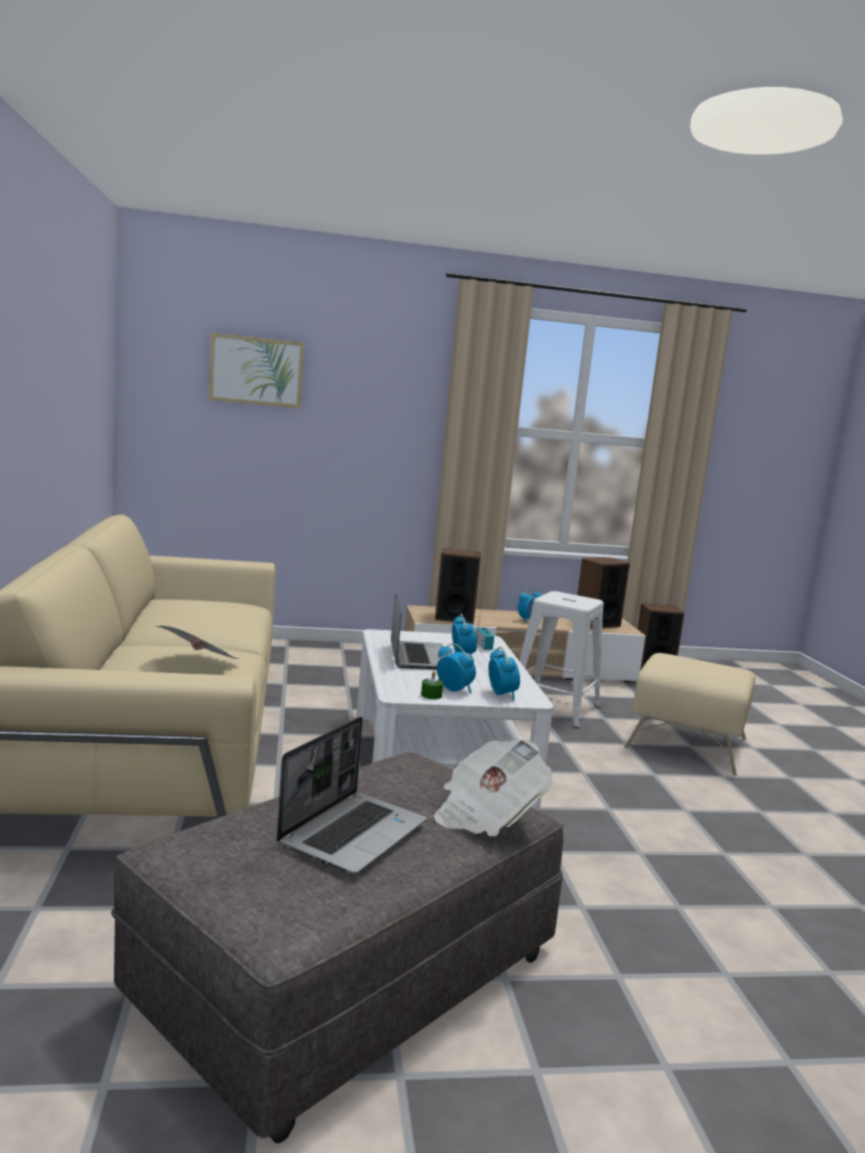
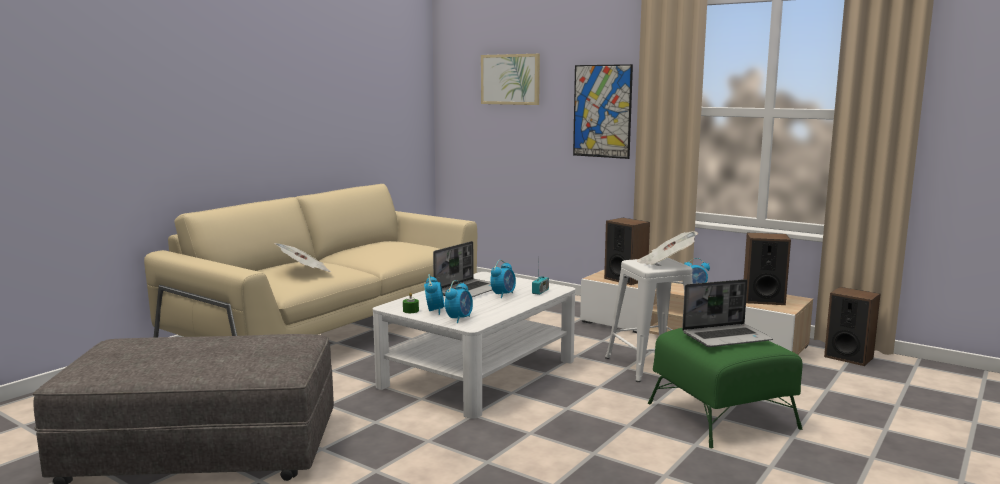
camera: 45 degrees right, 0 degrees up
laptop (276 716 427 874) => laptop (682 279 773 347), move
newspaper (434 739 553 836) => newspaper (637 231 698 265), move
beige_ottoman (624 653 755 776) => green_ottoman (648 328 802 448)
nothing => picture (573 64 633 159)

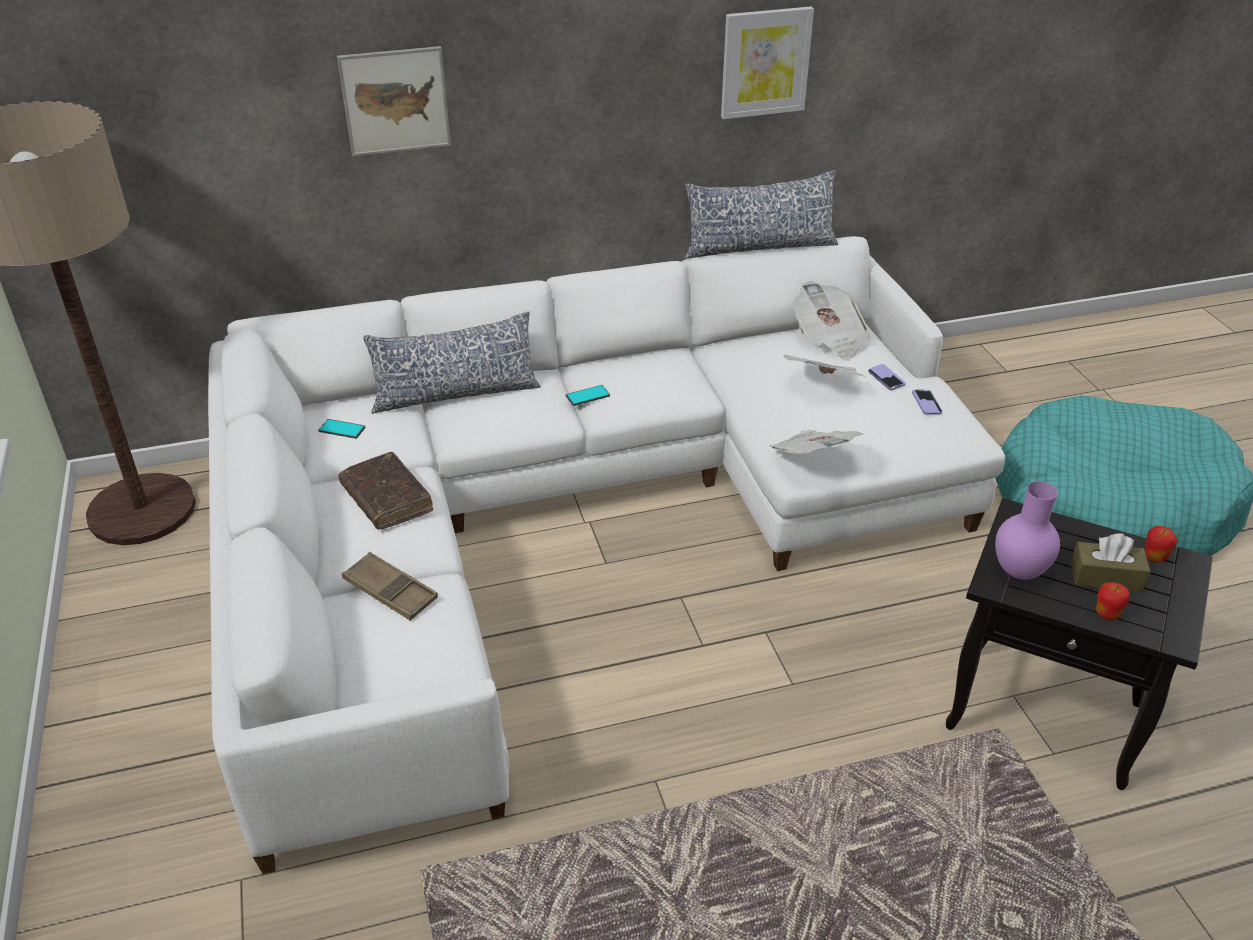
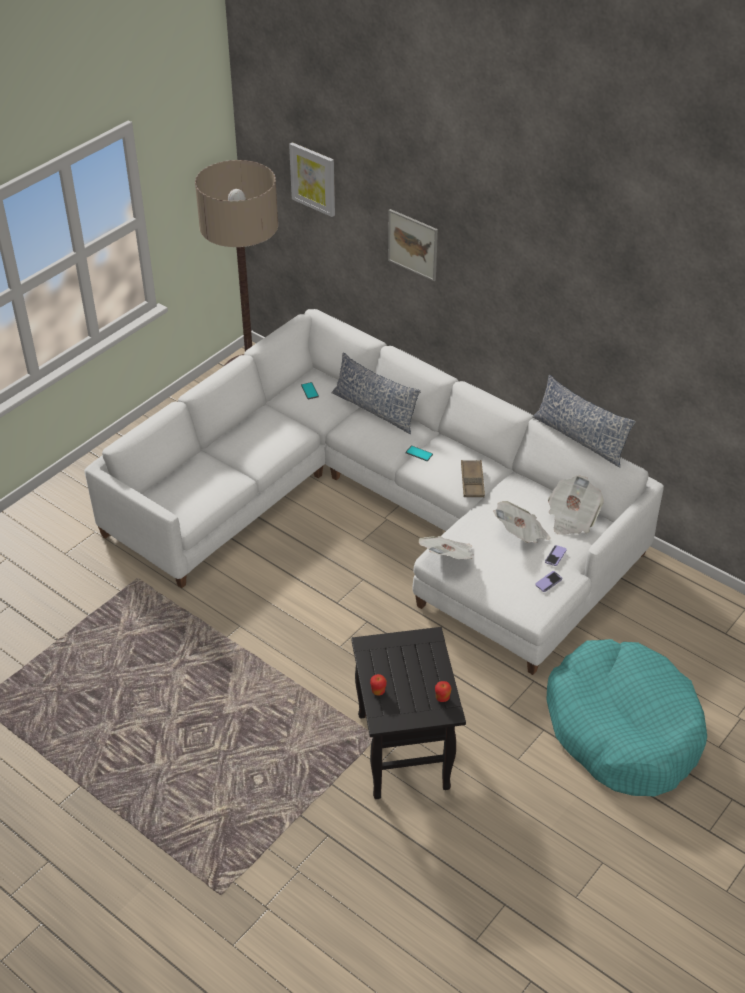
camera: 55 degrees right, 5 degrees up
brown_book (338 452 433 530) => nothing
brown_tray (342 552 438 621) => brown_tray (461 460 485 497), move
picture (721 6 814 119) => picture (289 142 335 217), move
purple_vase (995 481 1060 580) => nothing
brown_tissue_box (1071 533 1151 592) => nothing

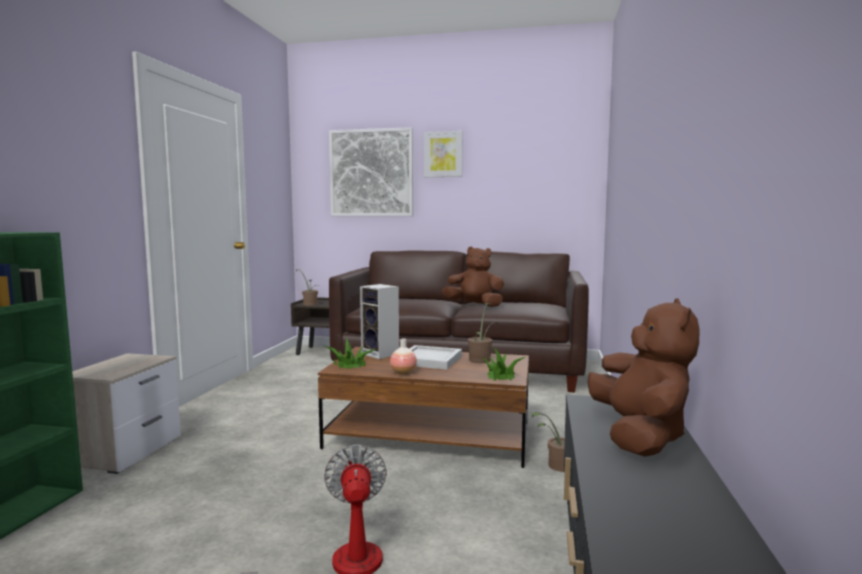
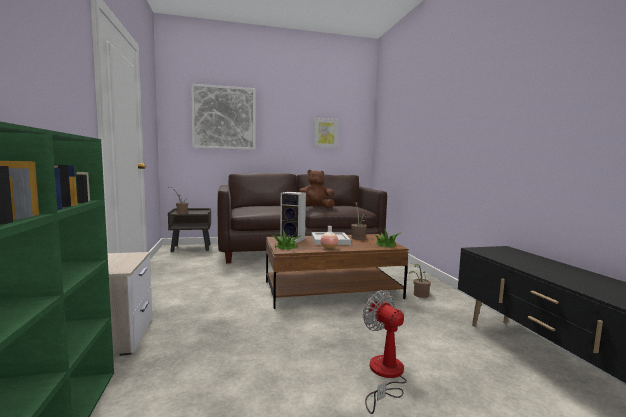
camera: 25 degrees left, 0 degrees up
picture (424 131 463 177) => picture (314 118 339 148), move
brown_plush_toy (587 298 700 457) => nothing

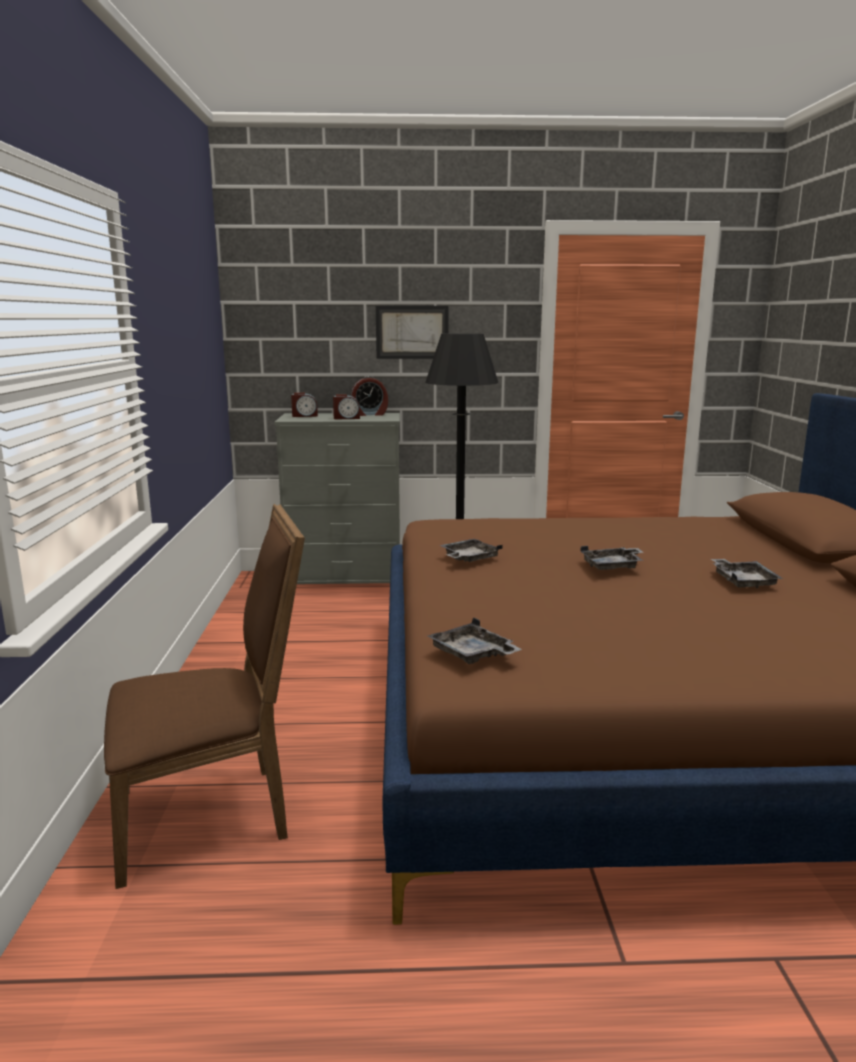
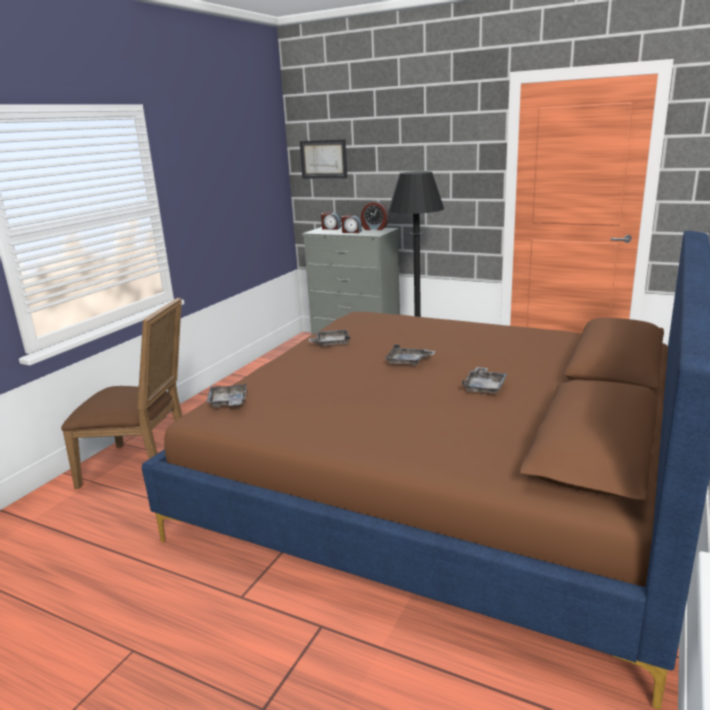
camera: 30 degrees right, 5 degrees up
picture (376 306 449 359) => picture (300 139 347 178), move

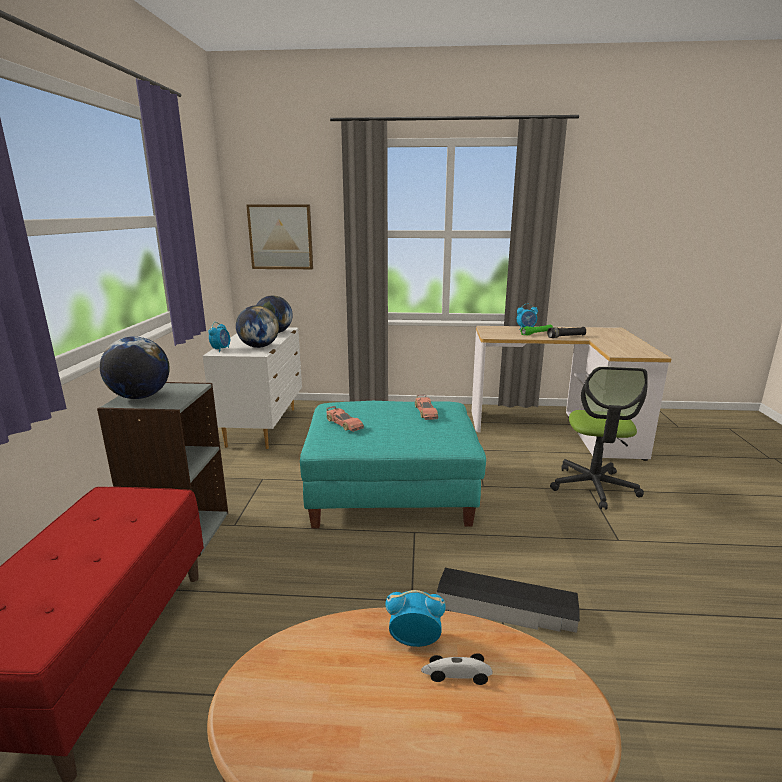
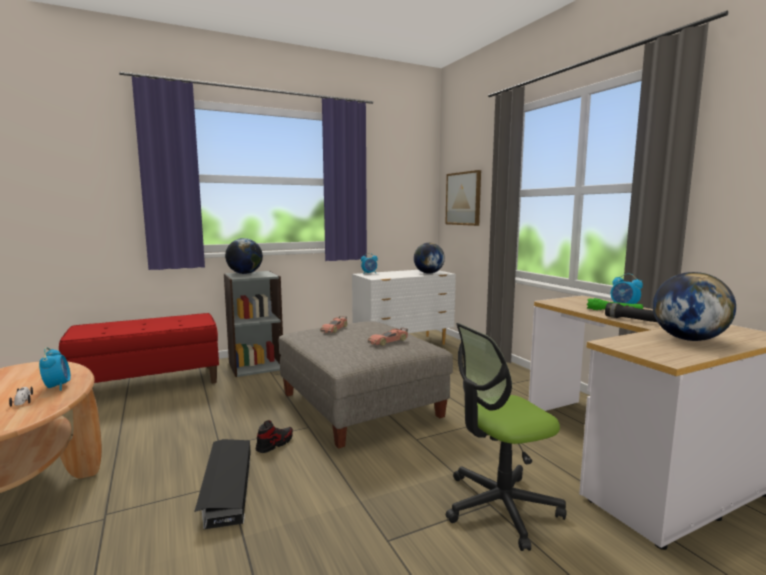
camera: 60 degrees right, 10 degrees down
globe (236 305 279 348) => globe (653 272 736 341), move
turquoise_ottoman (300 401 486 529) => grey_ottoman (279 322 453 449)
nothing => shoe (256 420 293 453)

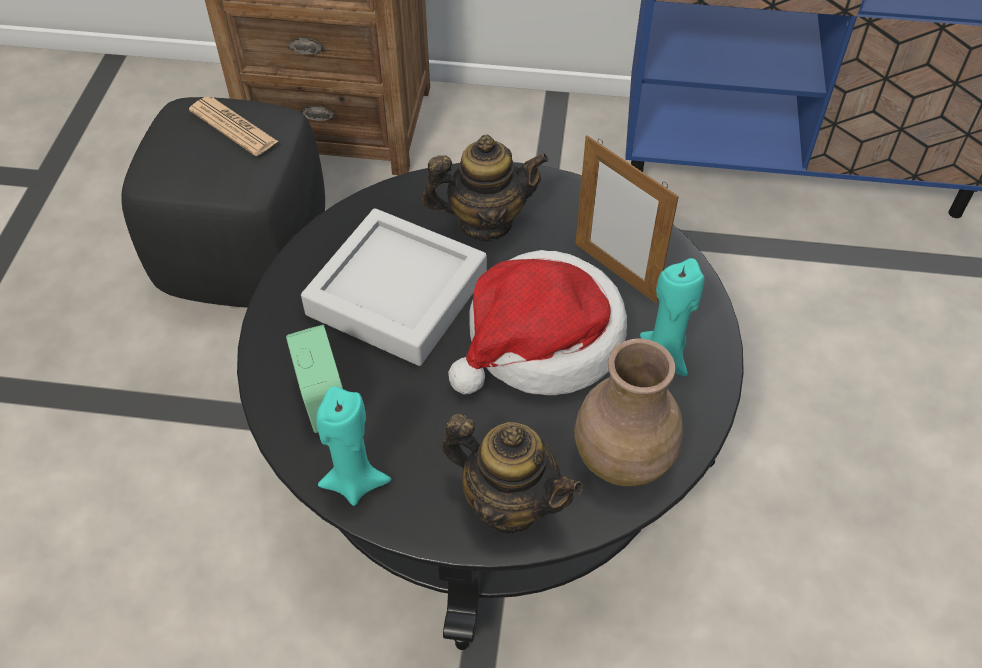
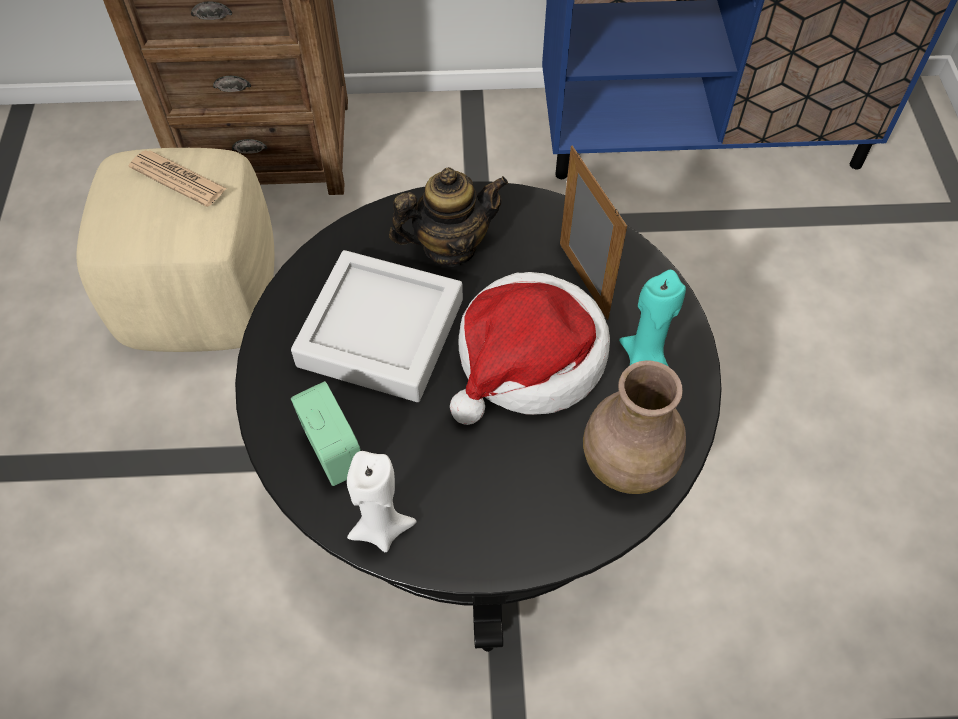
camera: 10 degrees left, 5 degrees up
black_ottoman (121 97 325 308) => beige_ottoman (76 148 274 352)
turquoise_candle (316 386 391 506) => white_candle (347 451 417 552)
teapot (442 414 583 533) => nothing
picture_frame (575 135 679 303) => picture_frame (560 145 627 320), 150 degrees counterclockwise

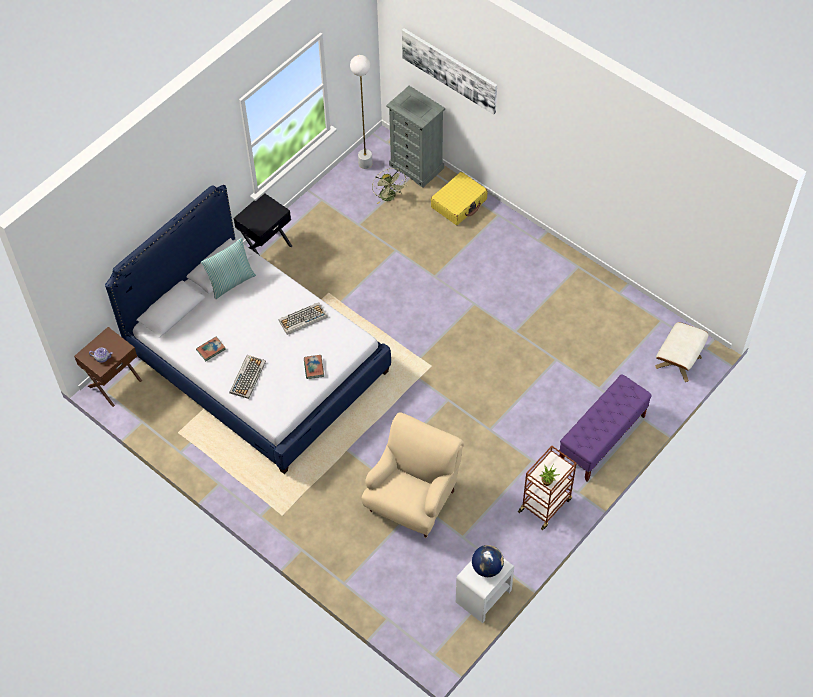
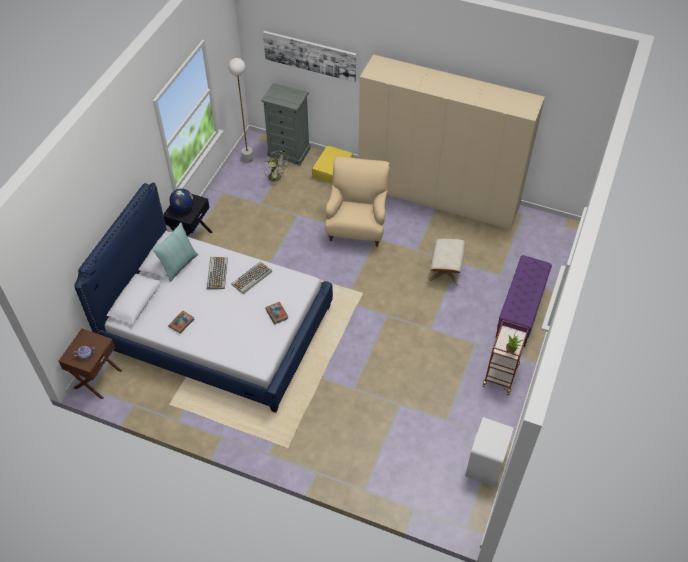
camera: 20 degrees left, 5 degrees down
keyboard (230 355 266 399) => keyboard (207 257 228 289), move
beige_armchair (362 412 464 538) => beige_armchair (325 156 390 248), move
globe (472 545 504 577) => globe (169 188 194 212), move
beige_ottoman (655 322 708 382) => beige_ottoman (429 238 465 285), move
nothing => beige_wardrobe (358 54 545 230)

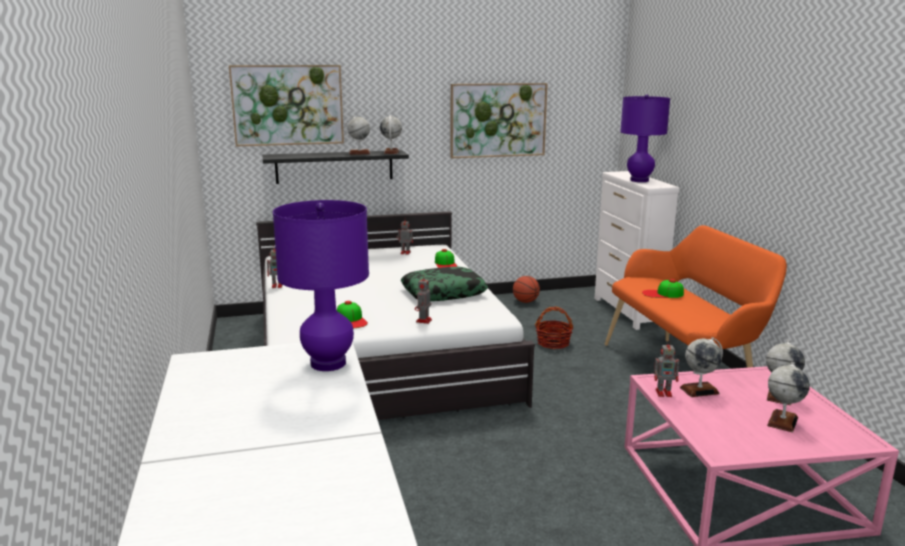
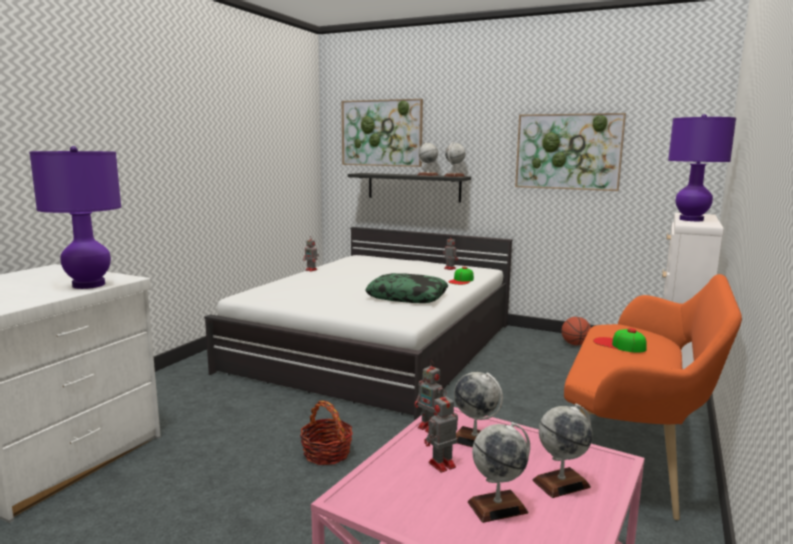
camera: 40 degrees right, 5 degrees down
cap (337 301 368 328) => nothing
toy_robot (415 275 432 324) => toy_robot (424 390 458 473), move
basket (535 307 574 349) => basket (300 401 353 465), move

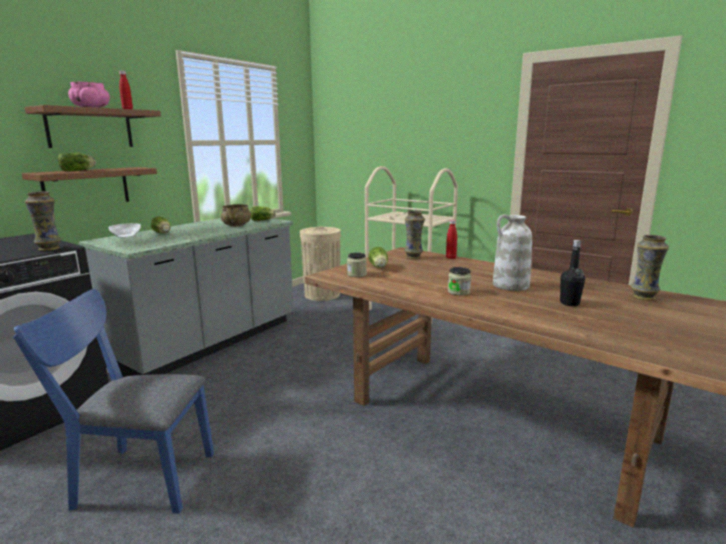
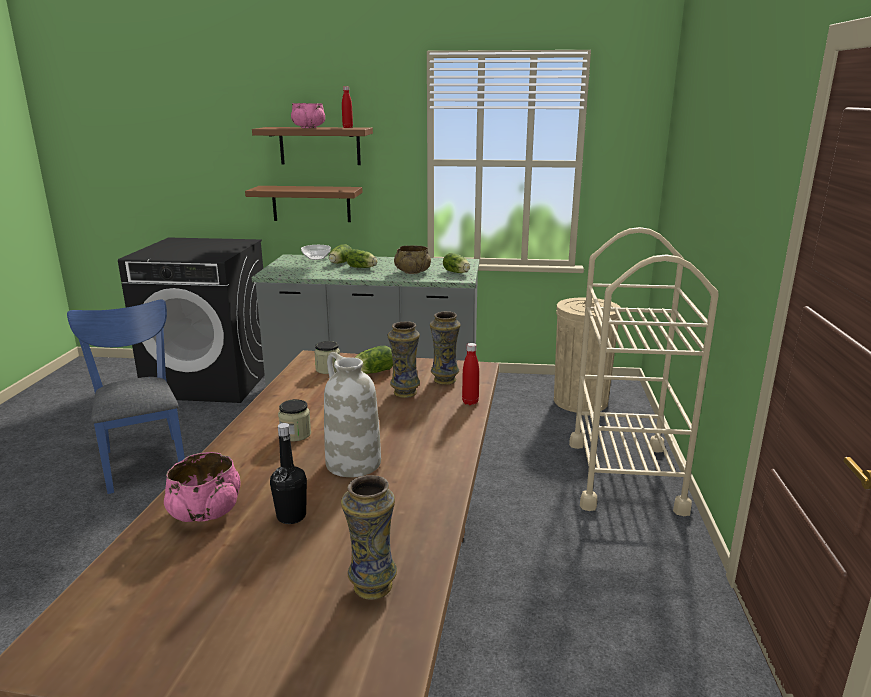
camera: 60 degrees right, 5 degrees up
vase (24 191 61 251) => vase (388 322 420 398), move
lettuce (58 153 96 171) => lettuce (347 249 378 268), move
nothing => pink_bowl (164 452 241 522)

